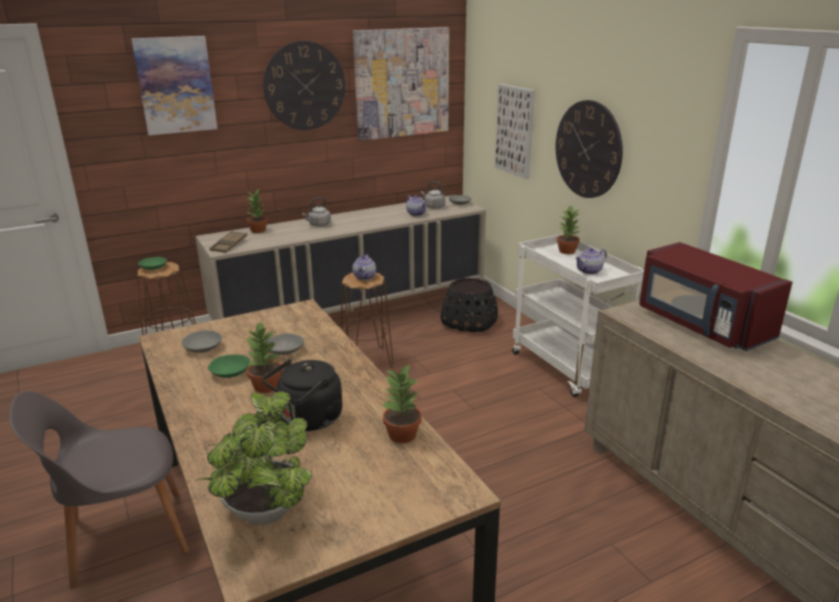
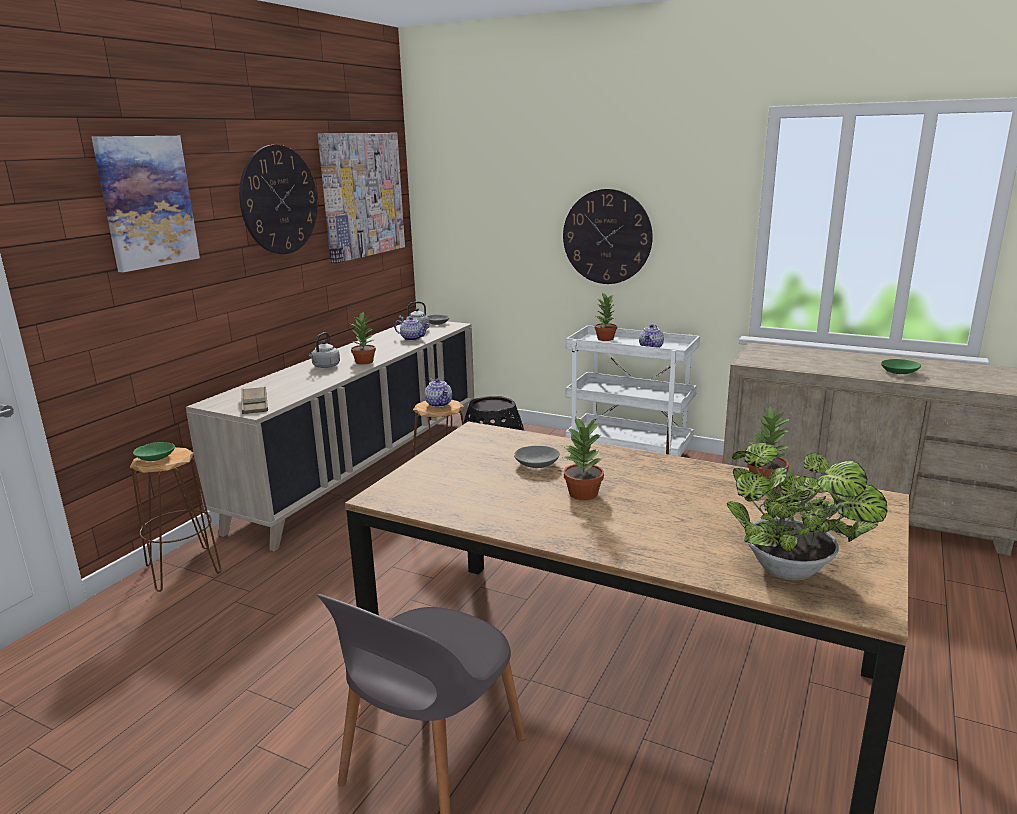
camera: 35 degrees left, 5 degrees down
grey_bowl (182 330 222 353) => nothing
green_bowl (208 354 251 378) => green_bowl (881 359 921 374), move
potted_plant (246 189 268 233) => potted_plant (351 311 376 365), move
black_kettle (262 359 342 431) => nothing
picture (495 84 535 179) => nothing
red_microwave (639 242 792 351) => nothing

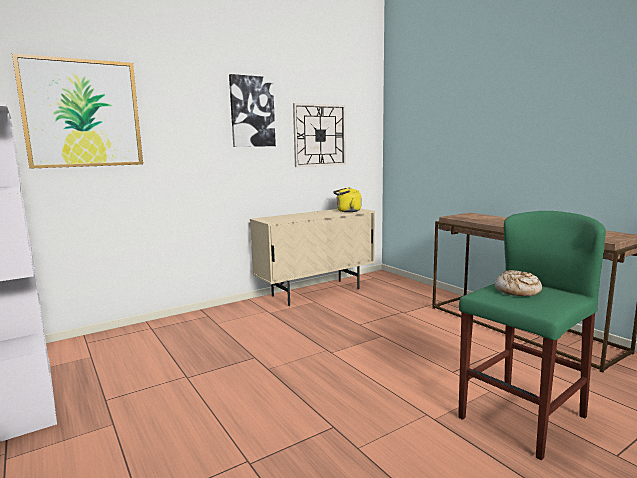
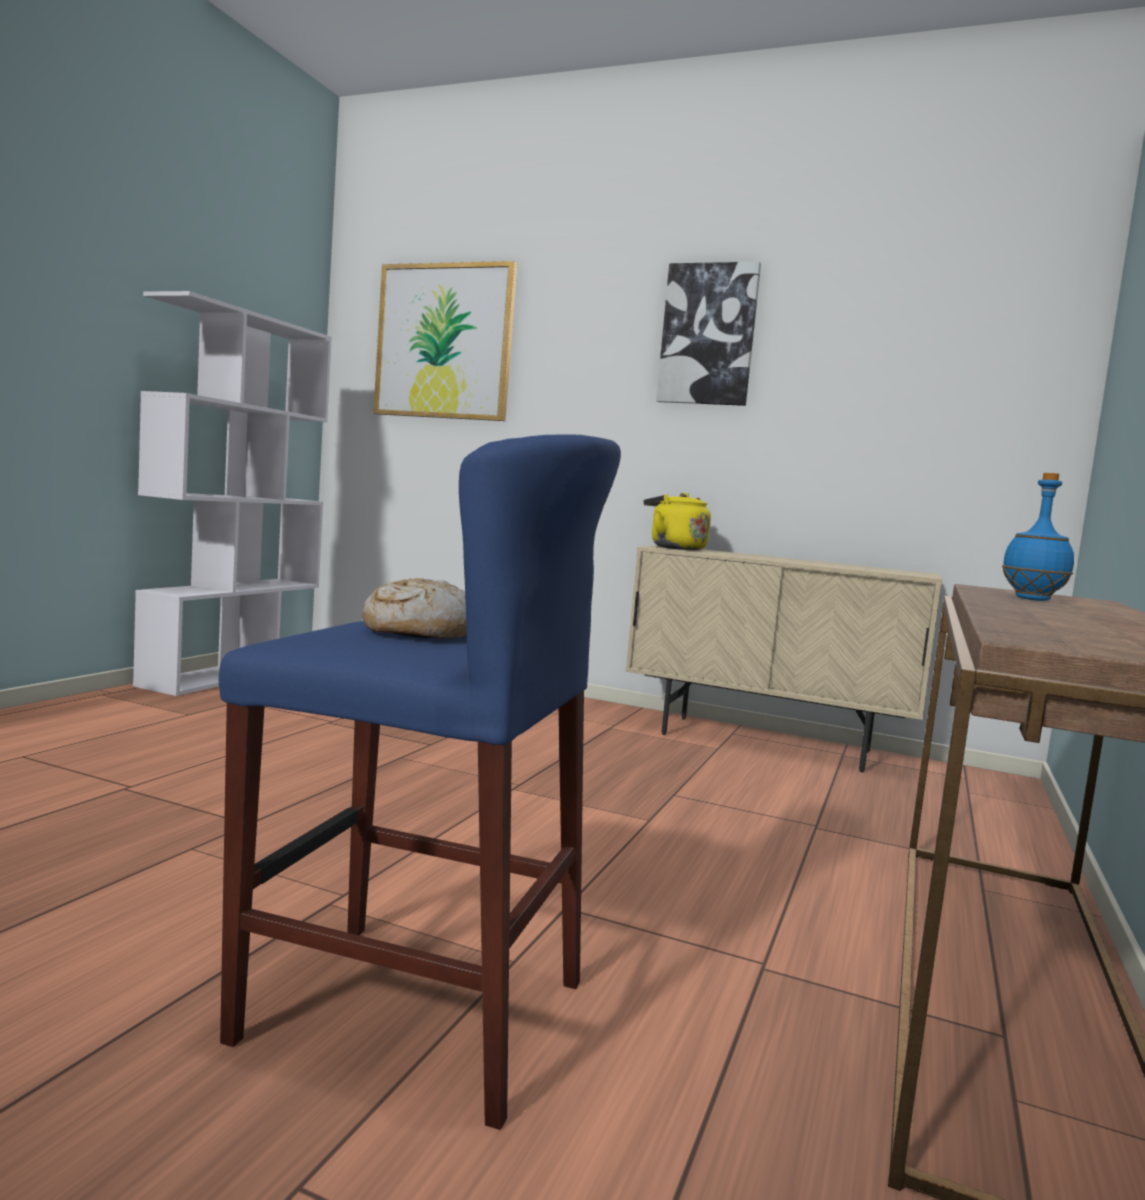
camera: 55 degrees right, 5 degrees down
wall_clock (293 103 346 167) => nothing
yellow_kettle (333 187 361 212) => yellow_kettle (644 493 711 550), move
green_stool (458 211 606 461) => blue_stool (219 434 621 1130)
nothing => blue_bottle (1002 473 1074 601)

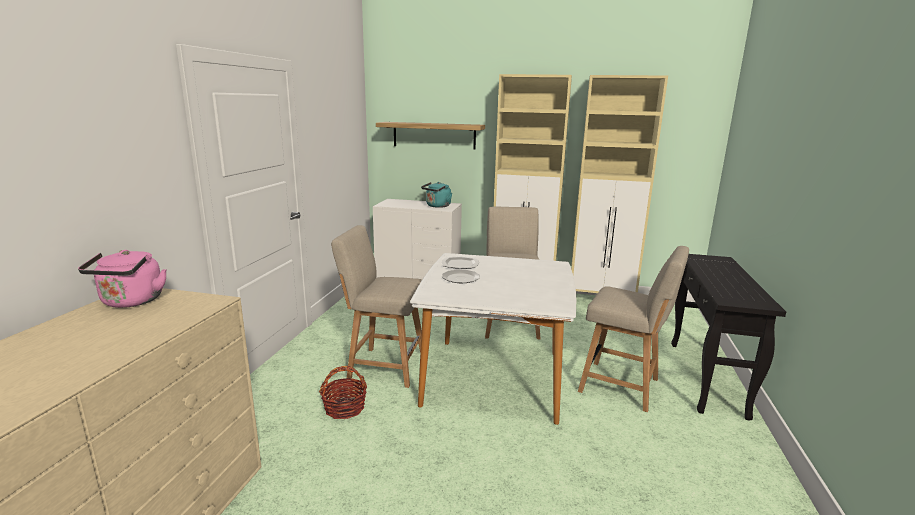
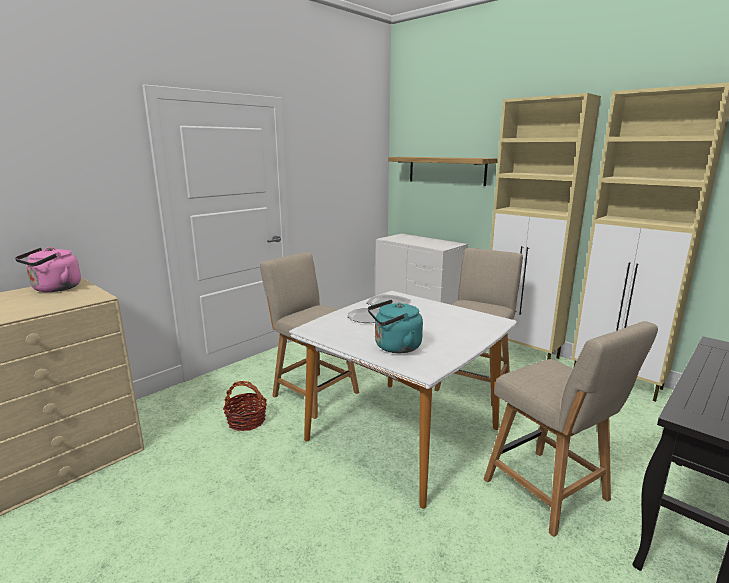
camera: 30 degrees right, 0 degrees up
turquoise_kettle (421 182 452 208) => turquoise_kettle (368 300 423 353), move

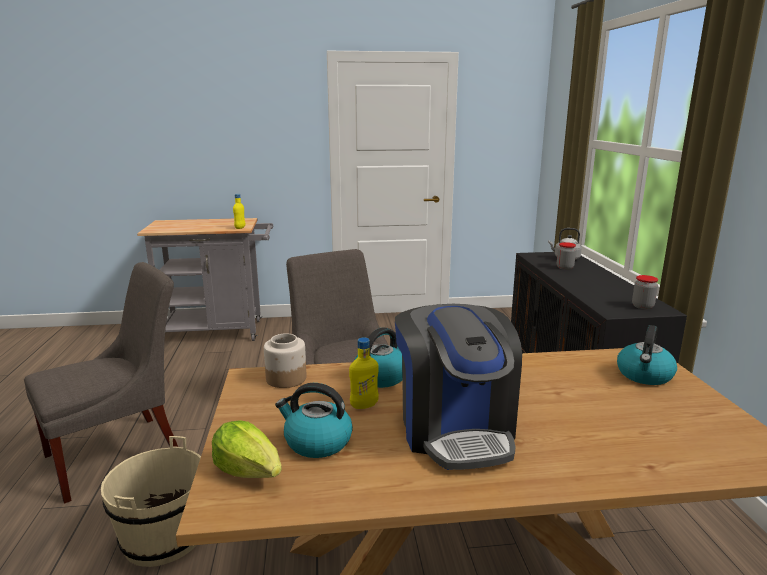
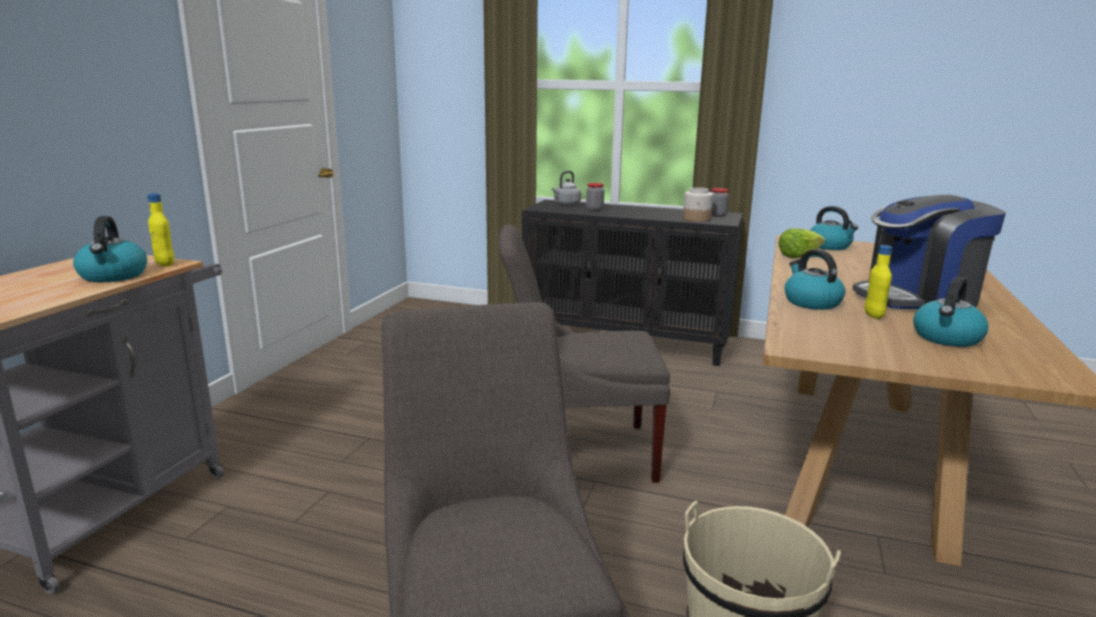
camera: 65 degrees left, 0 degrees up
lettuce (212 420 282 478) => lettuce (778 228 825 258), move
jar (264 333 307 388) => jar (683 187 713 222), move
coffee_machine (395 304 522 470) => coffee_machine (852 195 1006 309), 150 degrees clockwise
nothing => kettle (73 216 147 282)

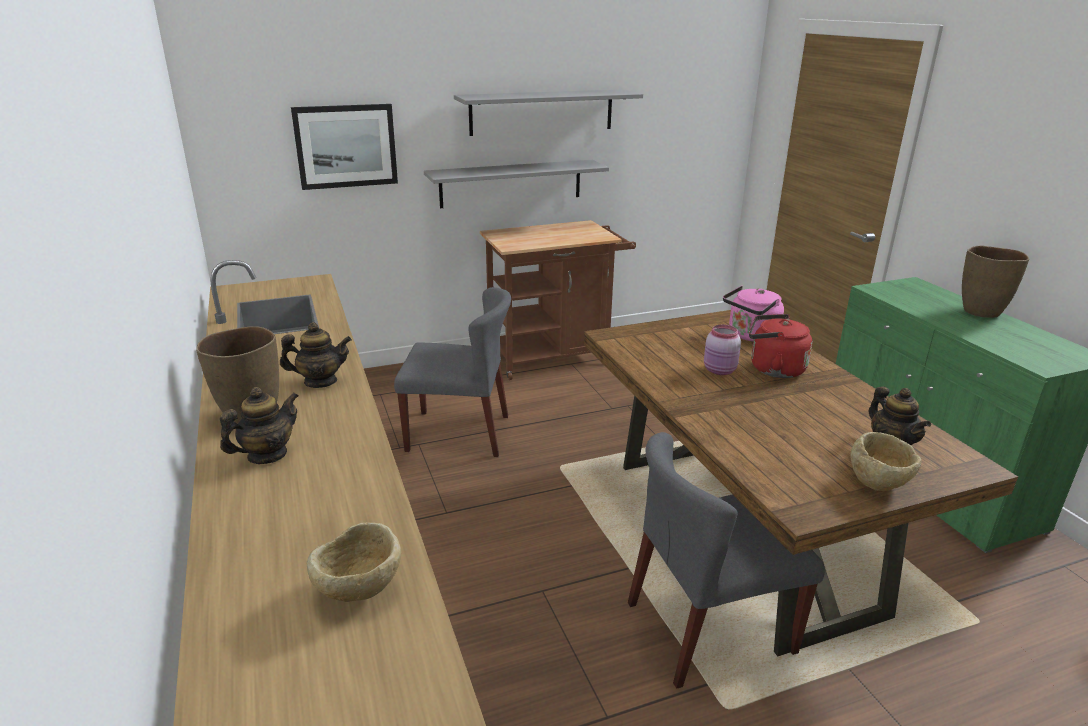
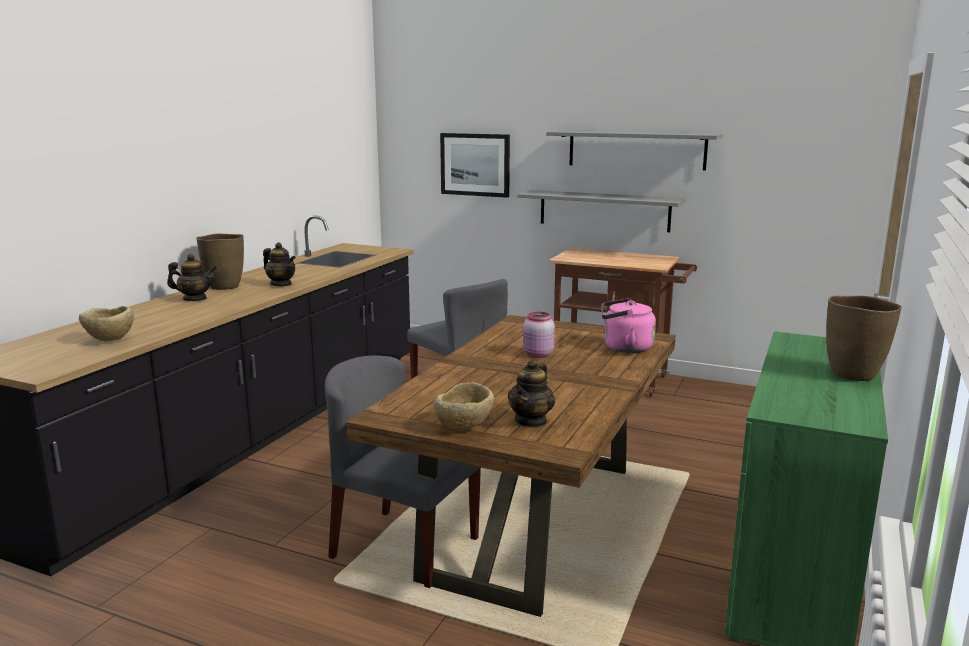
camera: 45 degrees right, 10 degrees down
red_kettle (749 314 812 378) => nothing

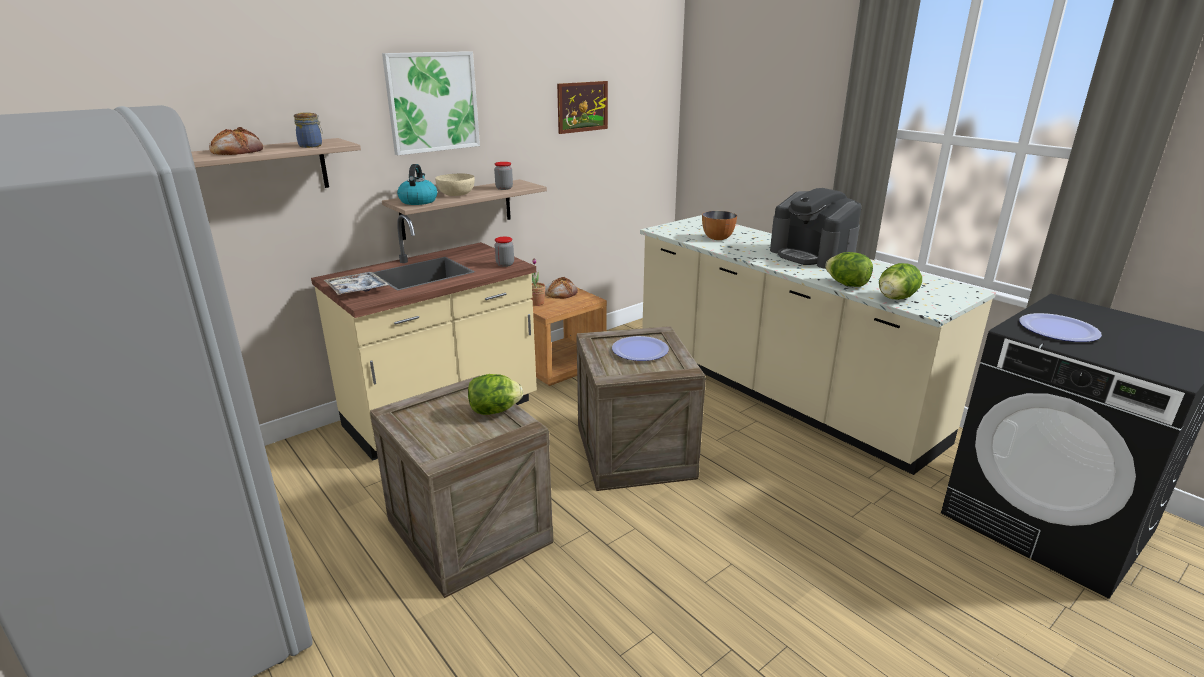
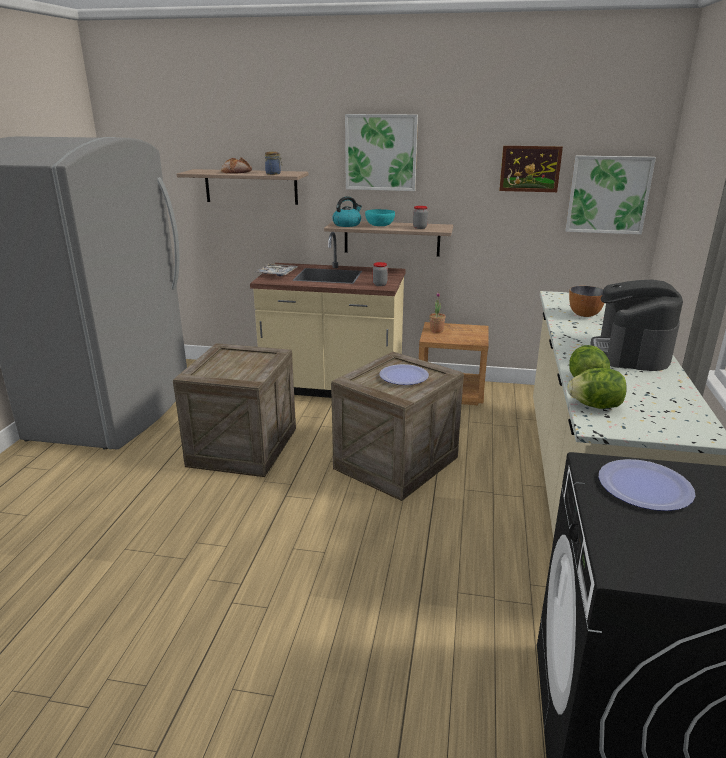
camera: 50 degrees right, 0 degrees up
beige_bowl (435 174 475 196) => turquoise_bowl (365 209 395 226)
lettuce (468 374 523 415) => nothing
bread (545 277 578 299) => nothing
nothing => picture (565 155 656 234)

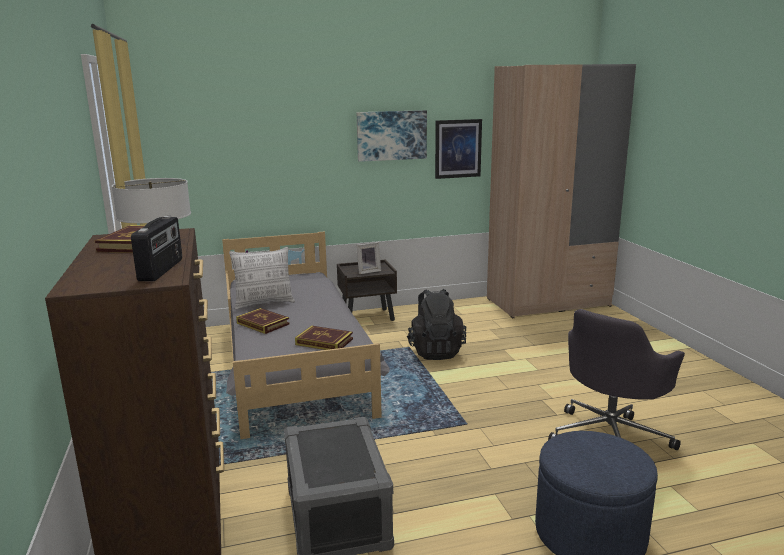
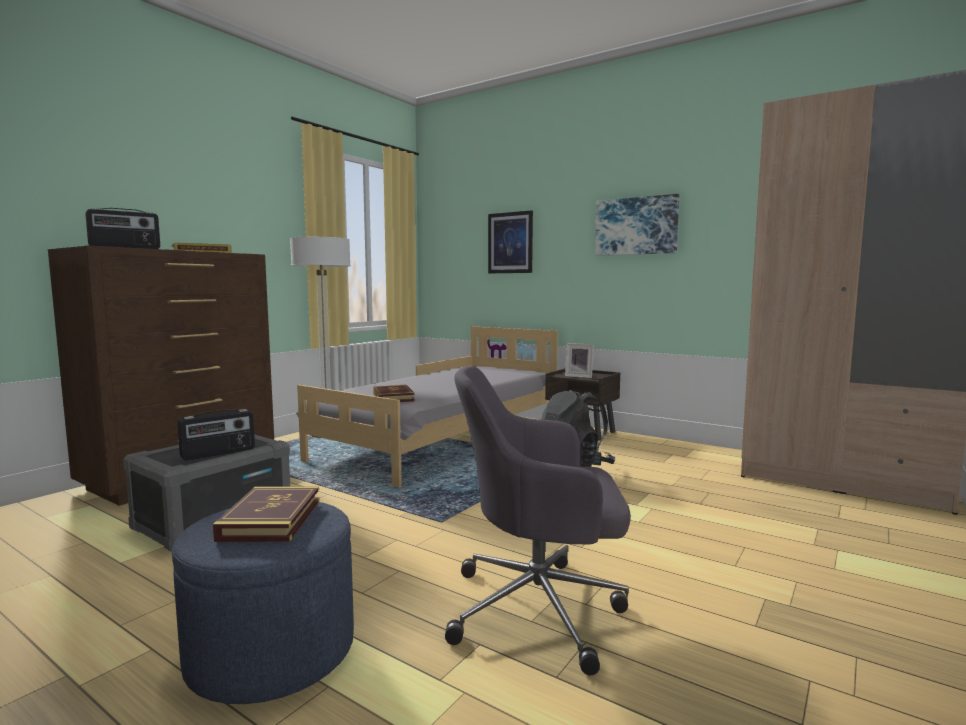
camera: 50 degrees right, 10 degrees down
pillow (229 247 295 310) => nothing
book (236 308 289 334) => book (213 486 320 542), move
picture (435 119 482 179) => picture (488 210 533 273), move
nothing => radio (177 409 255 461)

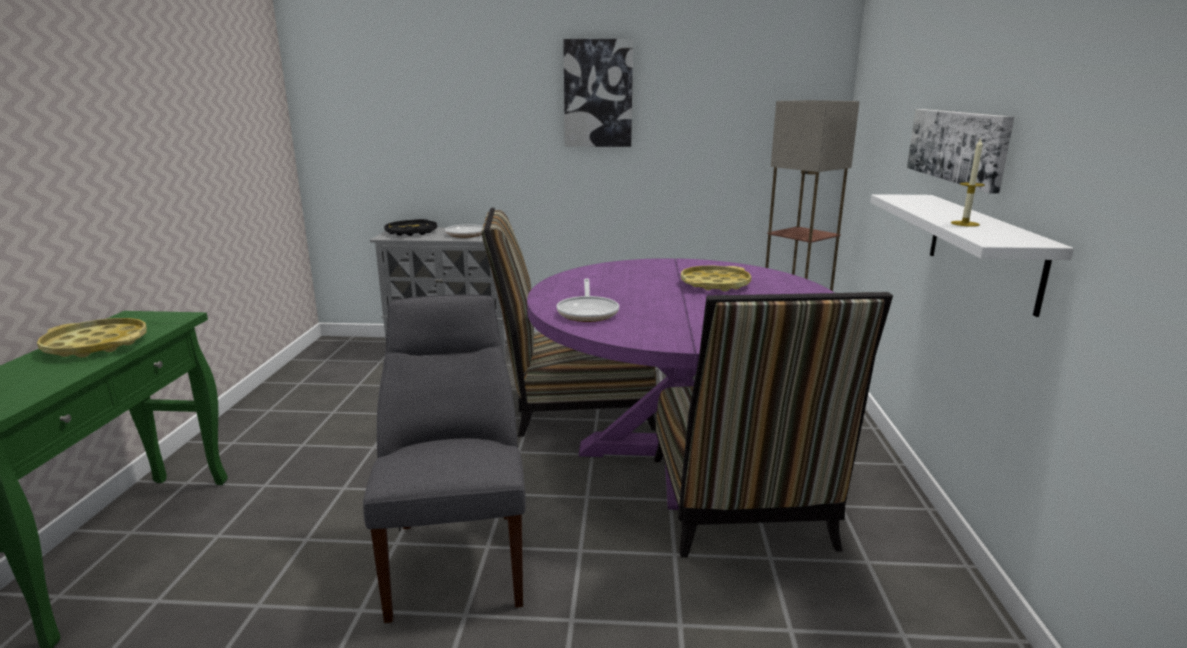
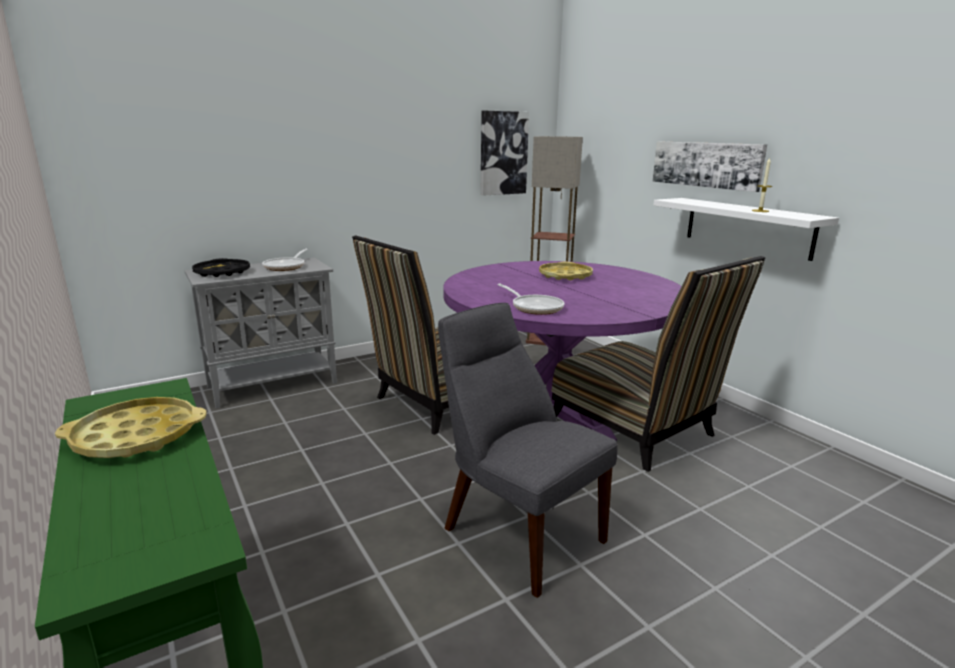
camera: 35 degrees left, 0 degrees up
picture (563 39 633 147) => picture (480 111 529 196), move

